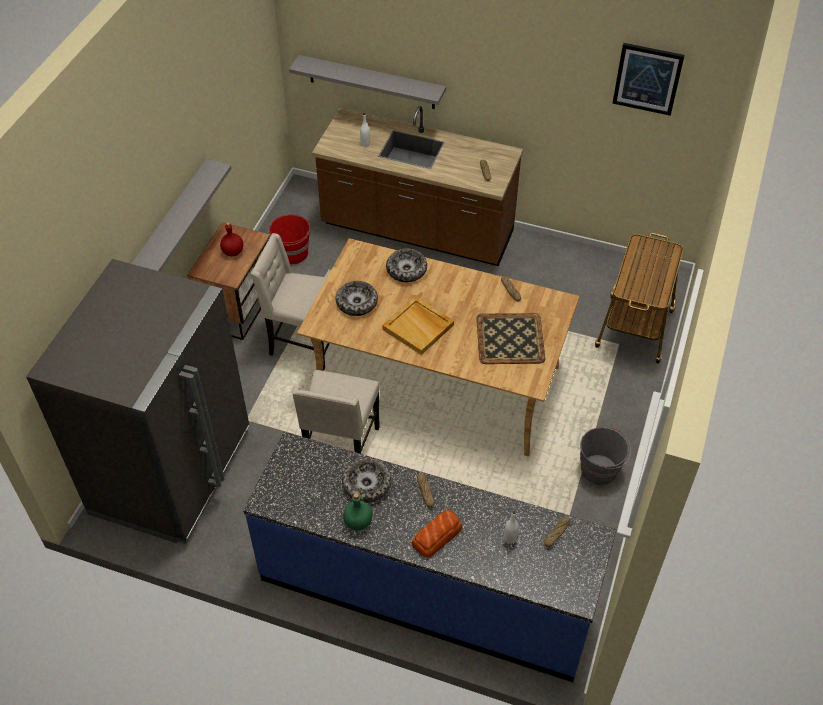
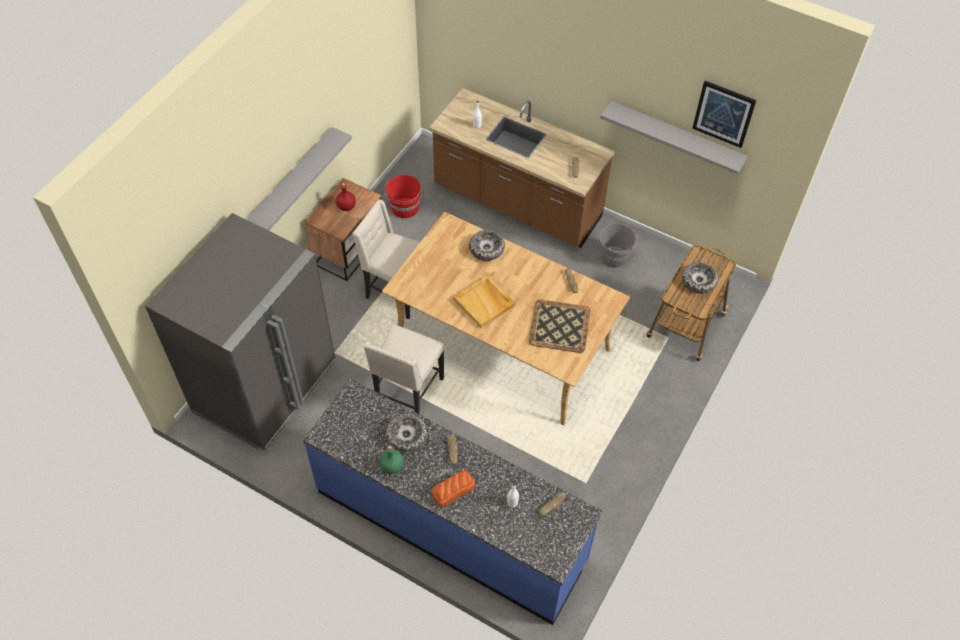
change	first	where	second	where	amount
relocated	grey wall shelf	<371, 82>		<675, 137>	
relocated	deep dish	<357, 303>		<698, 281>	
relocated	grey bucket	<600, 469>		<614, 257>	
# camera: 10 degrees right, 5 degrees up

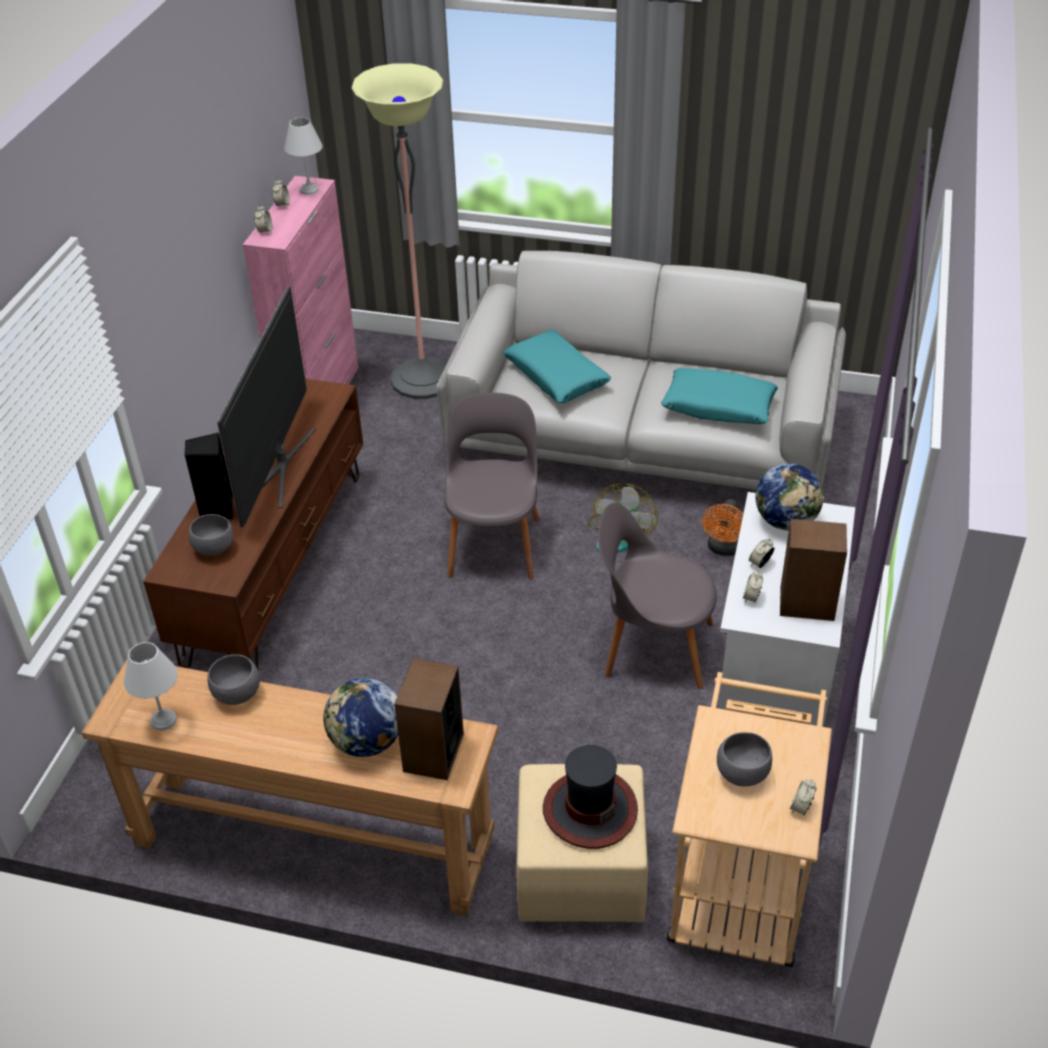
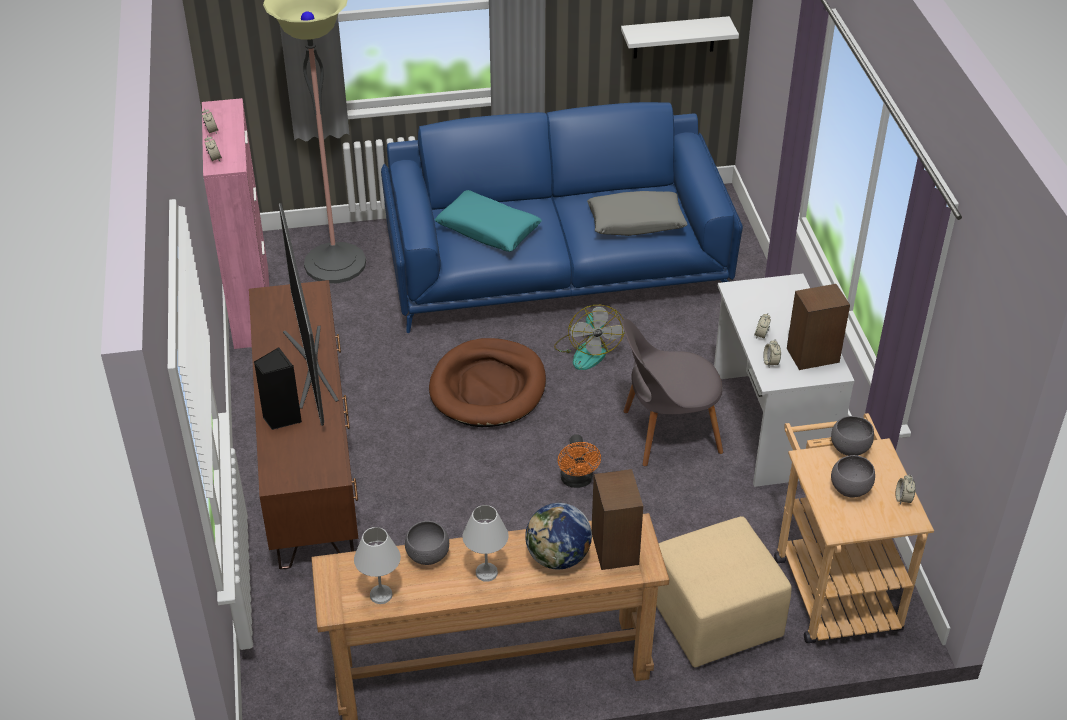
change	first	where	second	where	amount
relocated	grey deep dish	<214, 548>		<849, 448>	
relocated	white-coloured tabletop lamp	<308, 190>		<486, 573>	
colour	grey settee	<642, 439>	bluish settee	<557, 267>	
exchanged	grey chair	<494, 543>	brown pet bed	<488, 387>	
missing	wearable hat	<589, 809>			
colour	turquoise-coloured throw pillow	<718, 406>	grey throw pillow	<636, 222>	
relocated	orange-coloured fan	<723, 549>		<577, 481>	
missing	desk globe	<786, 521>			
appeared			white-coloured wall shelf	<674, 37>	
# camera: 25 degrees left, 0 degrees up

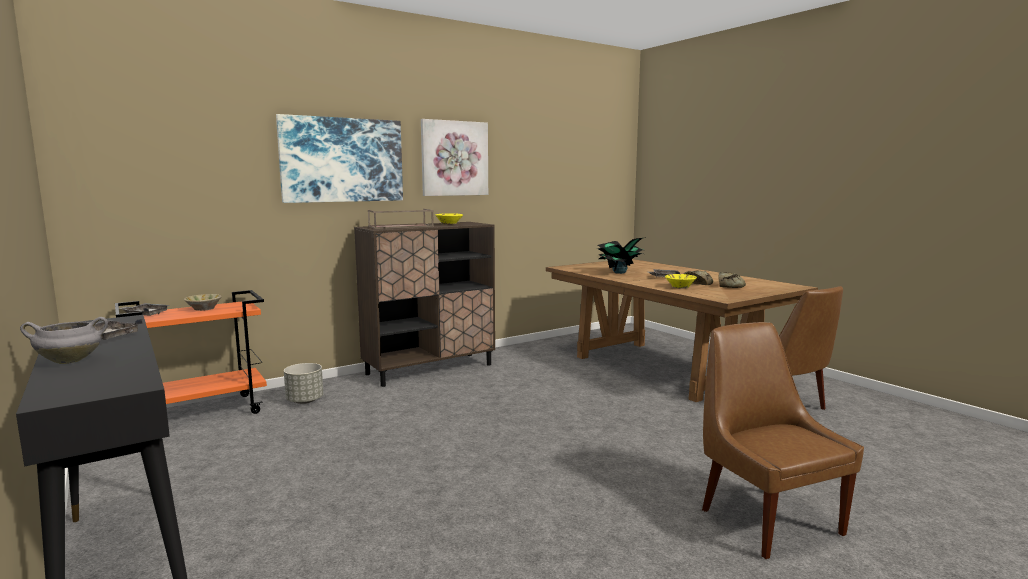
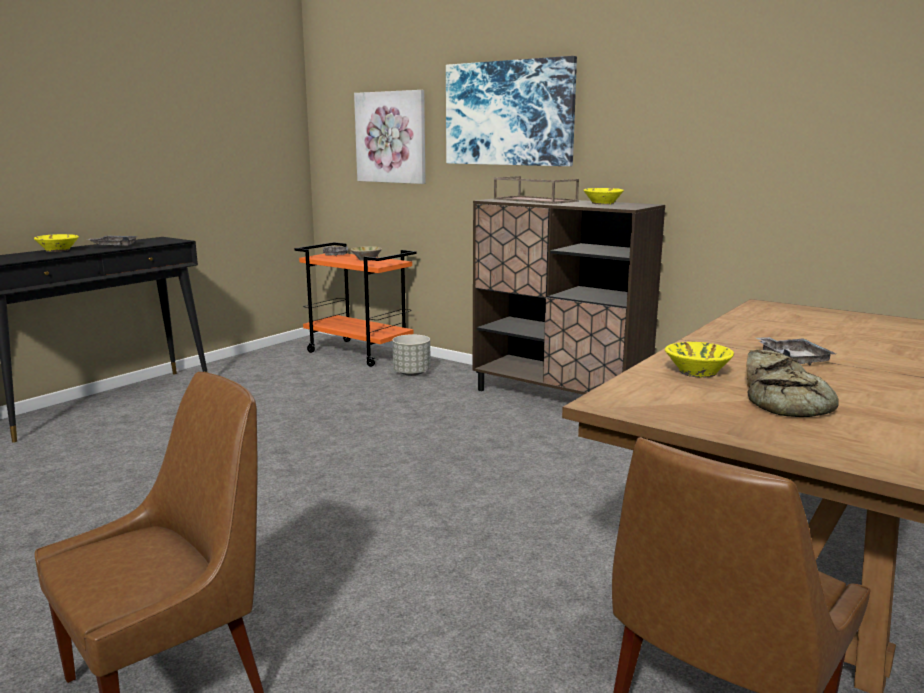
change	first	where	second	where	amount
exchanged	grey cooking pot	<71, 361>	yellow deep dish	<58, 250>	
relocated	picture	<454, 158>		<391, 137>	
missing	plant in a pot	<619, 272>			
# camera: 70 degrees right, 5 degrees up

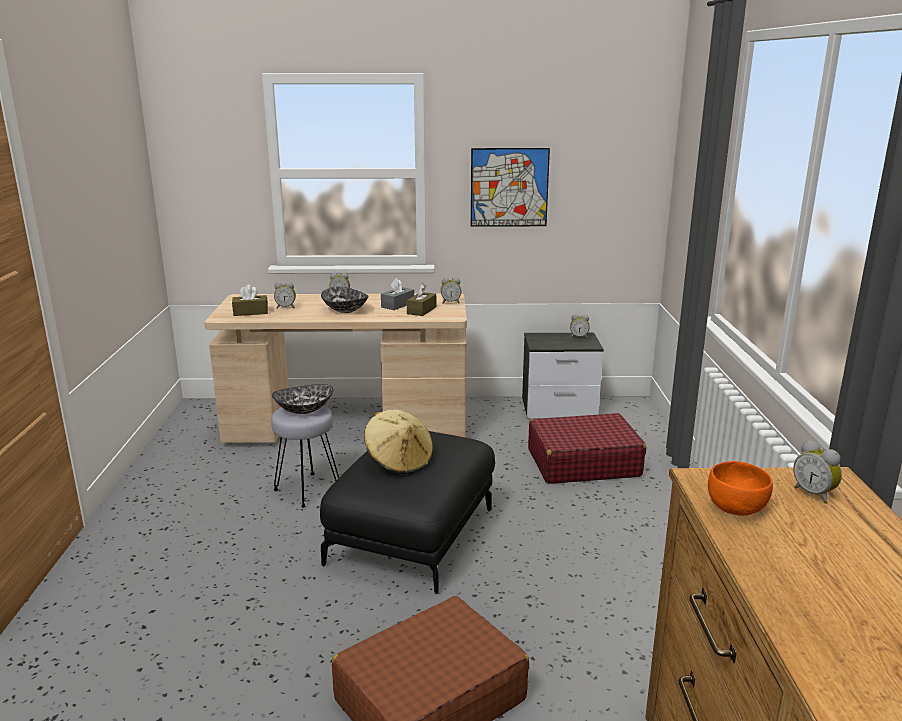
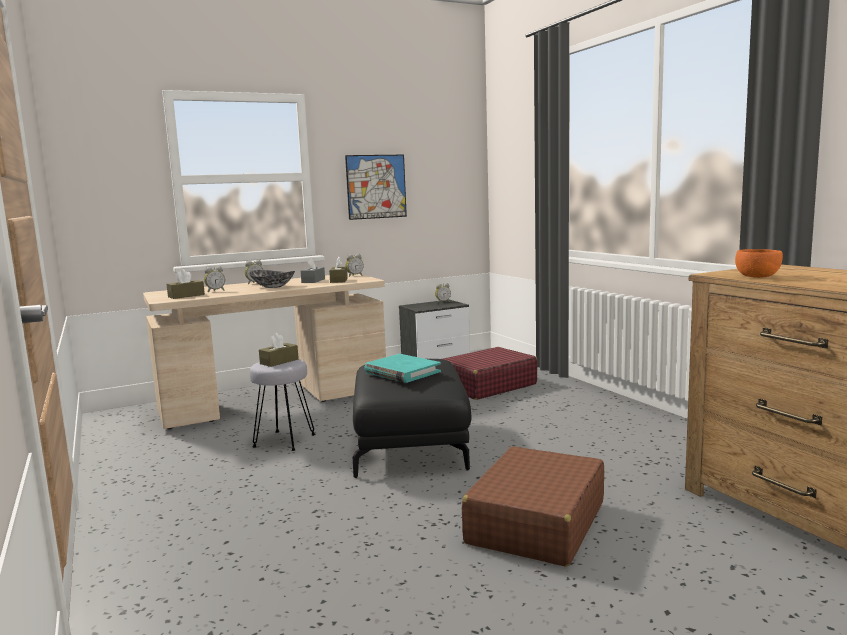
change	first	where	second	where	amount
exchanged	deep dish	<304, 410>	brown box of tissues	<279, 361>	
exchanged	beige wearable hat	<399, 461>	turquoise-coloured book	<402, 372>	
missing	alarm clock	<814, 494>			
# camera: 25 degrees left, 10 degrees down

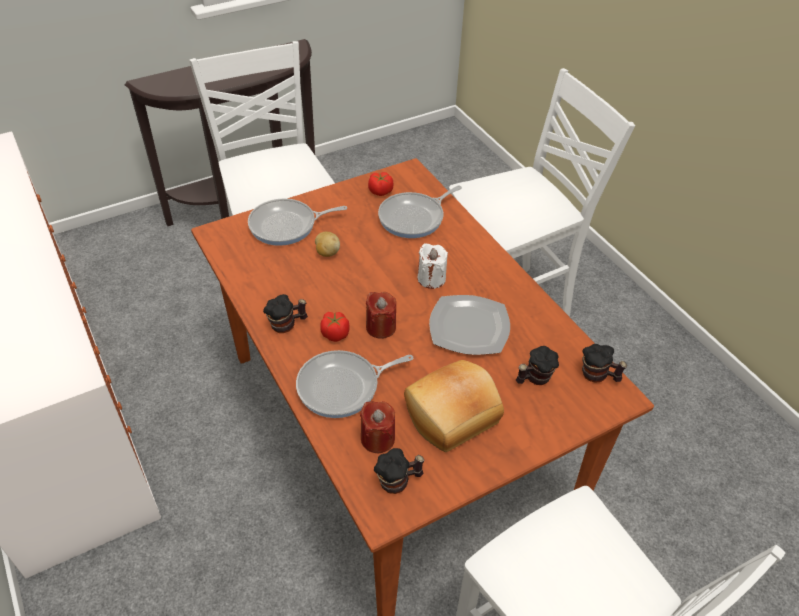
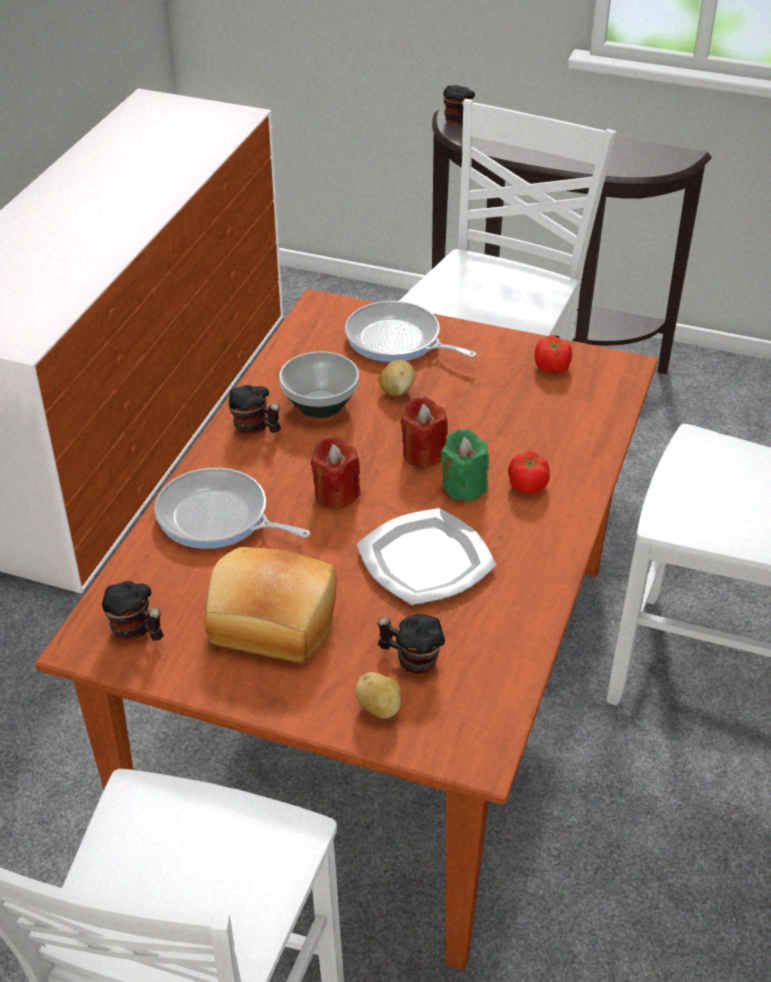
change	first	where	second	where	amount
relocated	whole tomato	<335, 334>		<527, 485>	
relocated	reddish wax light	<377, 439>		<423, 453>	
missing	frying pan	<414, 218>			
colour	white-coloured wax light	<431, 278>	green-coloured wax light	<463, 487>	
relocated	mug	<598, 376>		<458, 122>	
appeared			deep dish	<320, 404>	
appeared			potato	<379, 709>	
# camera: 50 degrees right, 5 degrees down

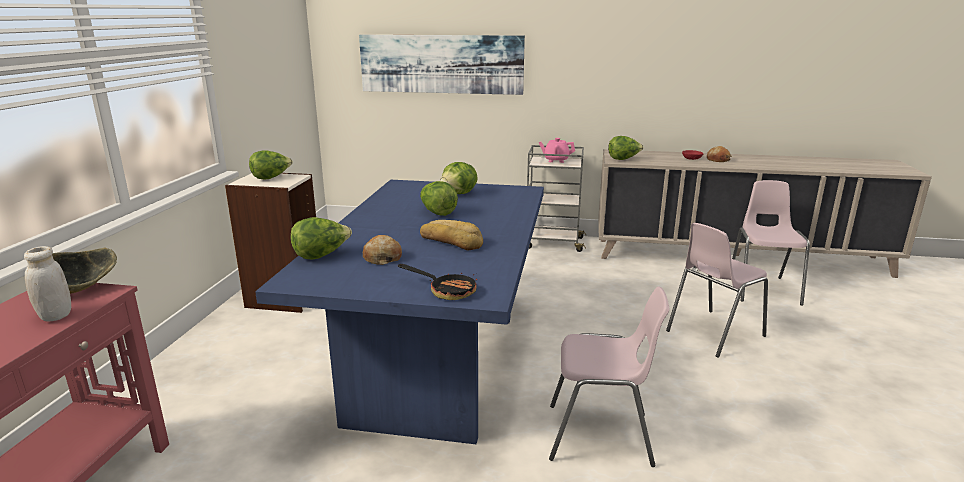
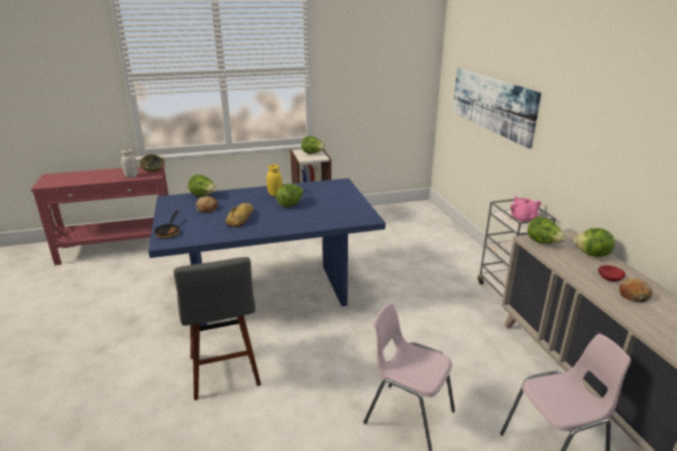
change	first	where	second	where	amount
relocated	head of lettuce	<459, 194>		<592, 255>	
exchanged	pink chair	<600, 436>	grey stool seat	<225, 373>	
appeared			yellow preserve jar	<275, 194>	
# camera: 65 degrees right, 5 degrees up

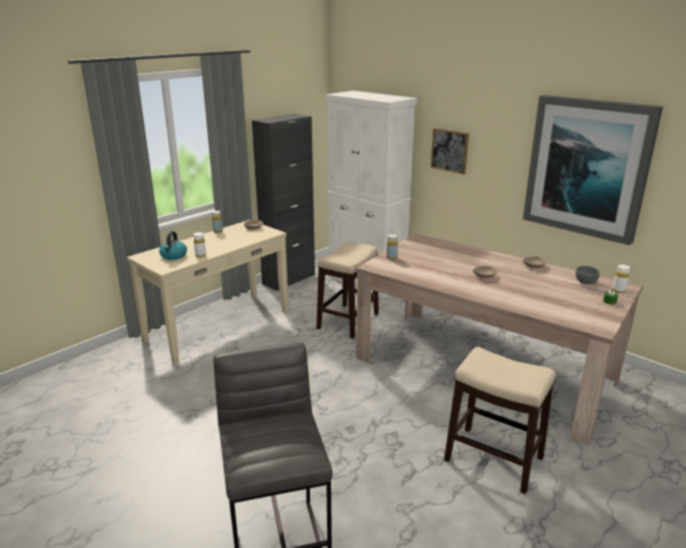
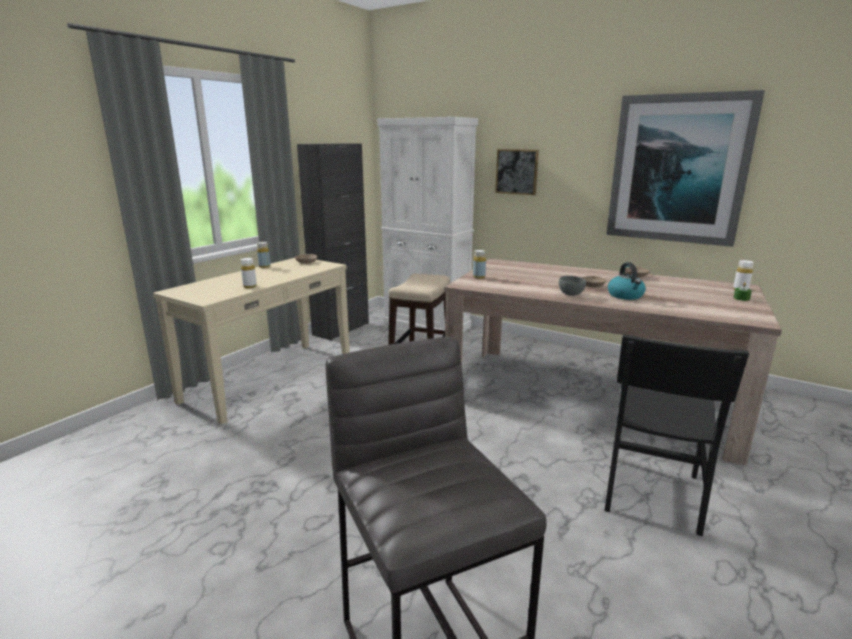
change	first	where	second	where	amount
relocated	tea kettle	<173, 256>		<626, 296>	
exchanged	stool seat	<492, 458>	black-coloured chair	<652, 492>	
relocated	grey deep dish	<585, 282>		<570, 294>	
# camera: 10 degrees left, 5 degrees down

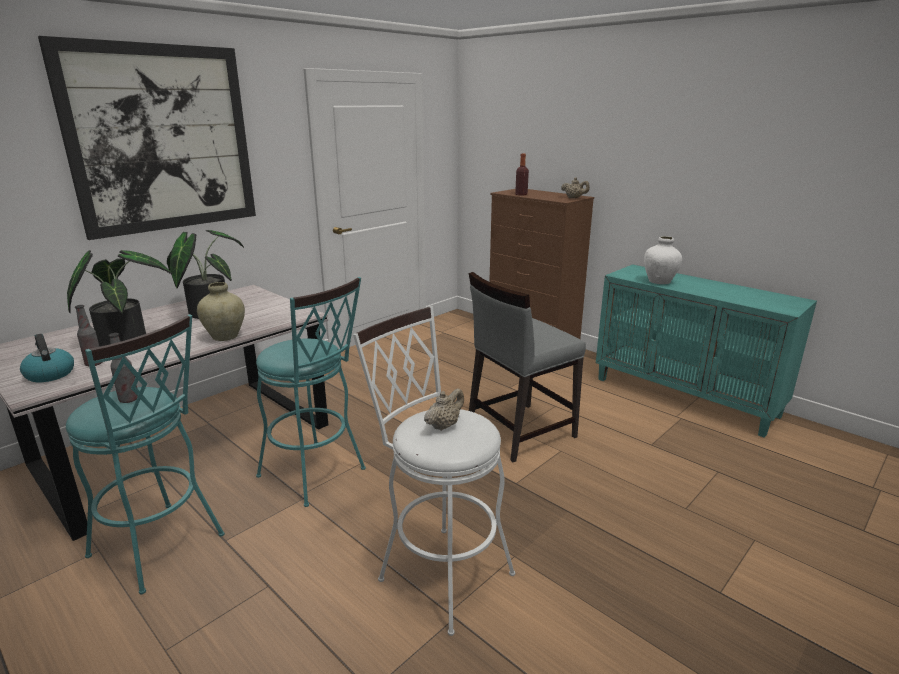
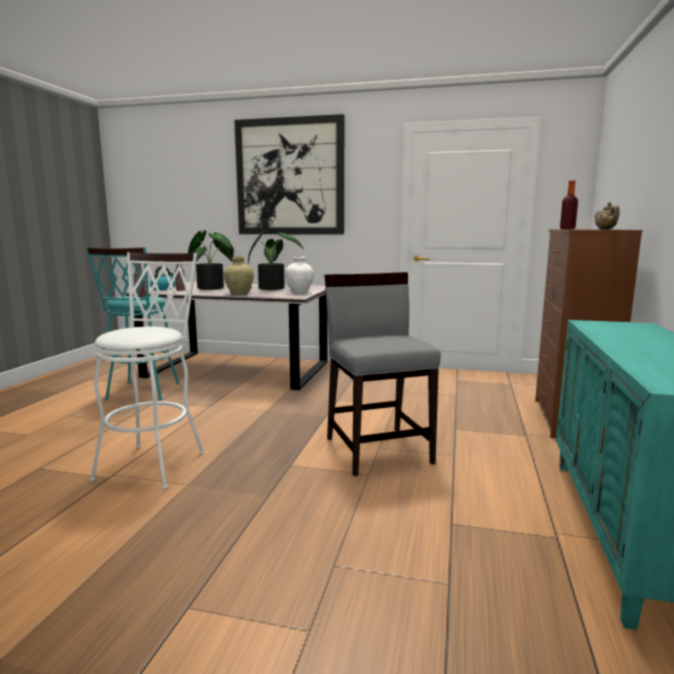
change	first	where	second	where	amount
missing	turquoise-coloured stool seat	<317, 476>			
missing	beige pot for tea	<444, 425>			
spun	grey chair	<519, 431>		<378, 449>	45 degrees clockwise
relocated	white-coloured flower vase	<659, 282>		<299, 292>	
# camera: 60 degrees right, 10 degrees down

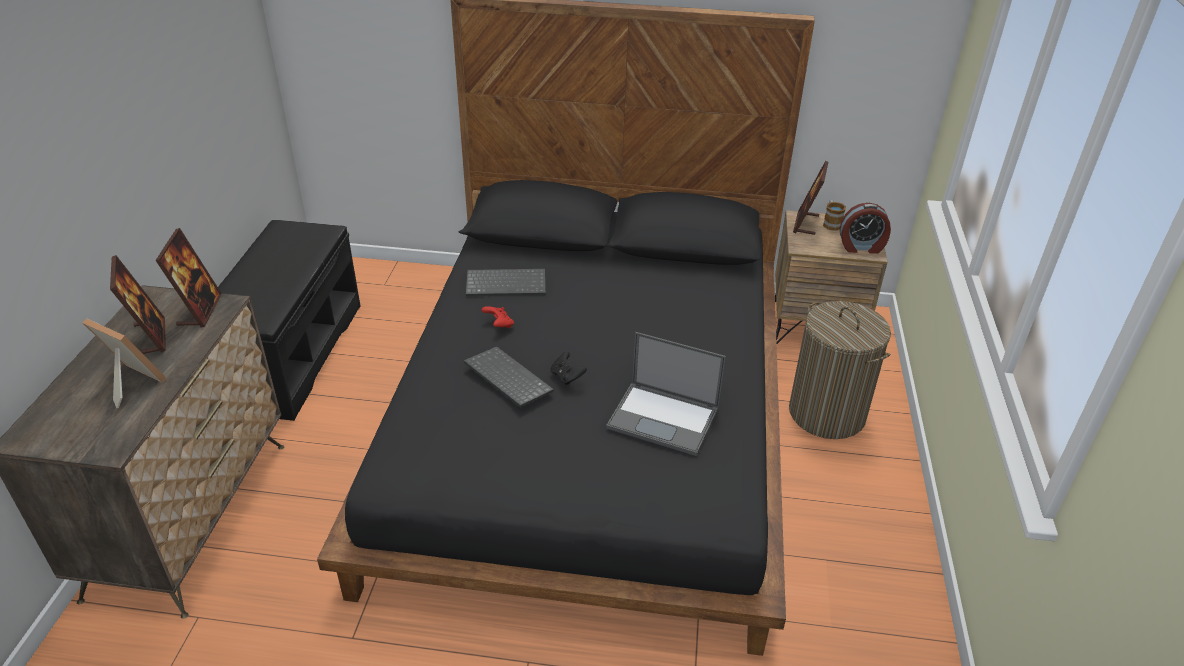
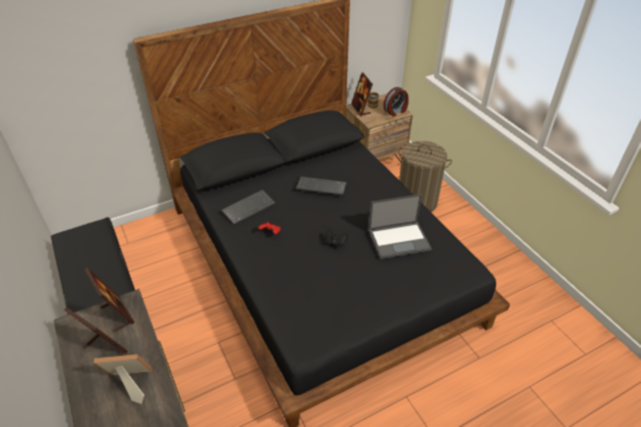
change	first	where	second	where	amount
relocated	computer keyboard	<505, 378>		<320, 187>	
# camera: 35 degrees left, 5 degrees up

